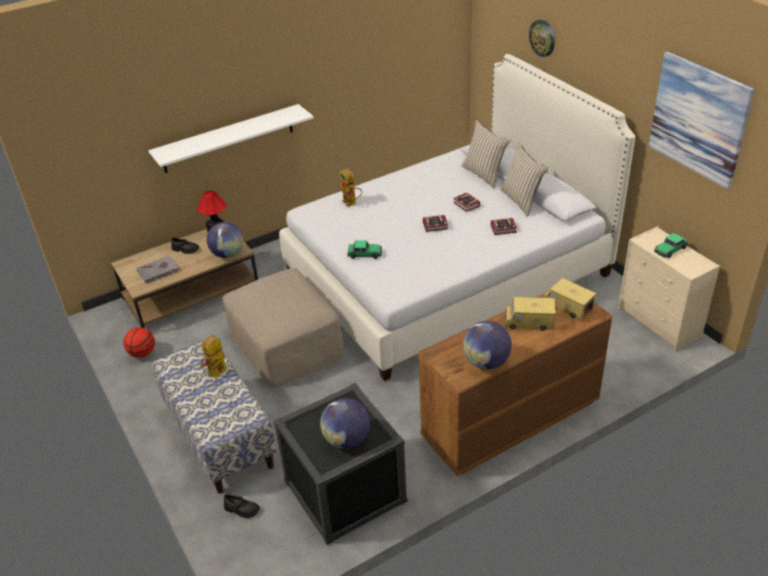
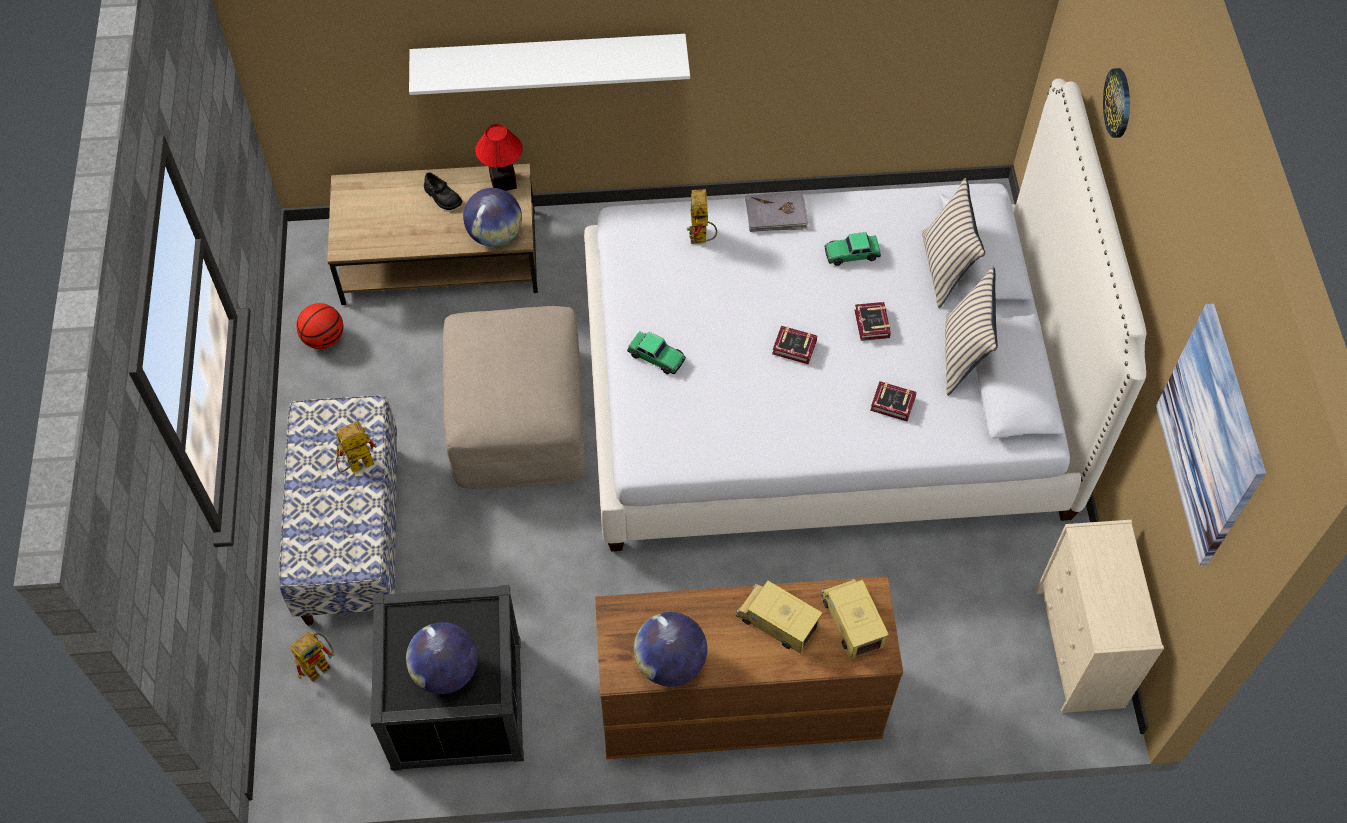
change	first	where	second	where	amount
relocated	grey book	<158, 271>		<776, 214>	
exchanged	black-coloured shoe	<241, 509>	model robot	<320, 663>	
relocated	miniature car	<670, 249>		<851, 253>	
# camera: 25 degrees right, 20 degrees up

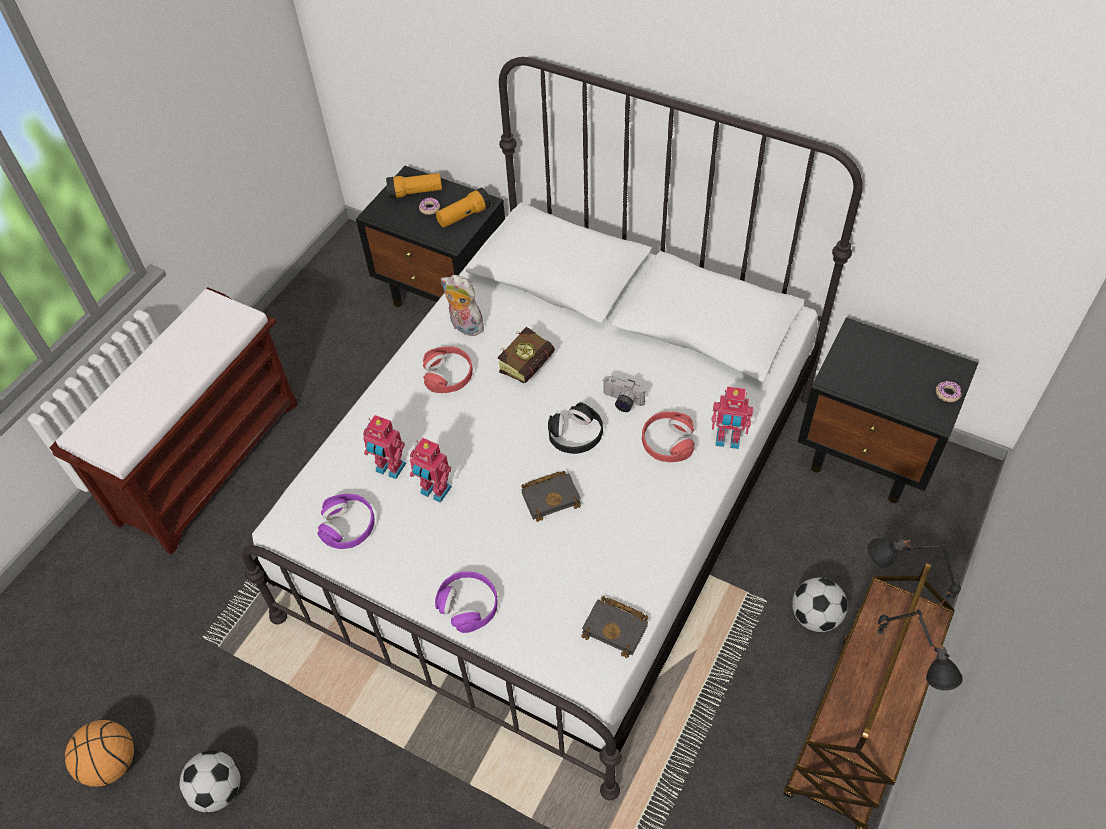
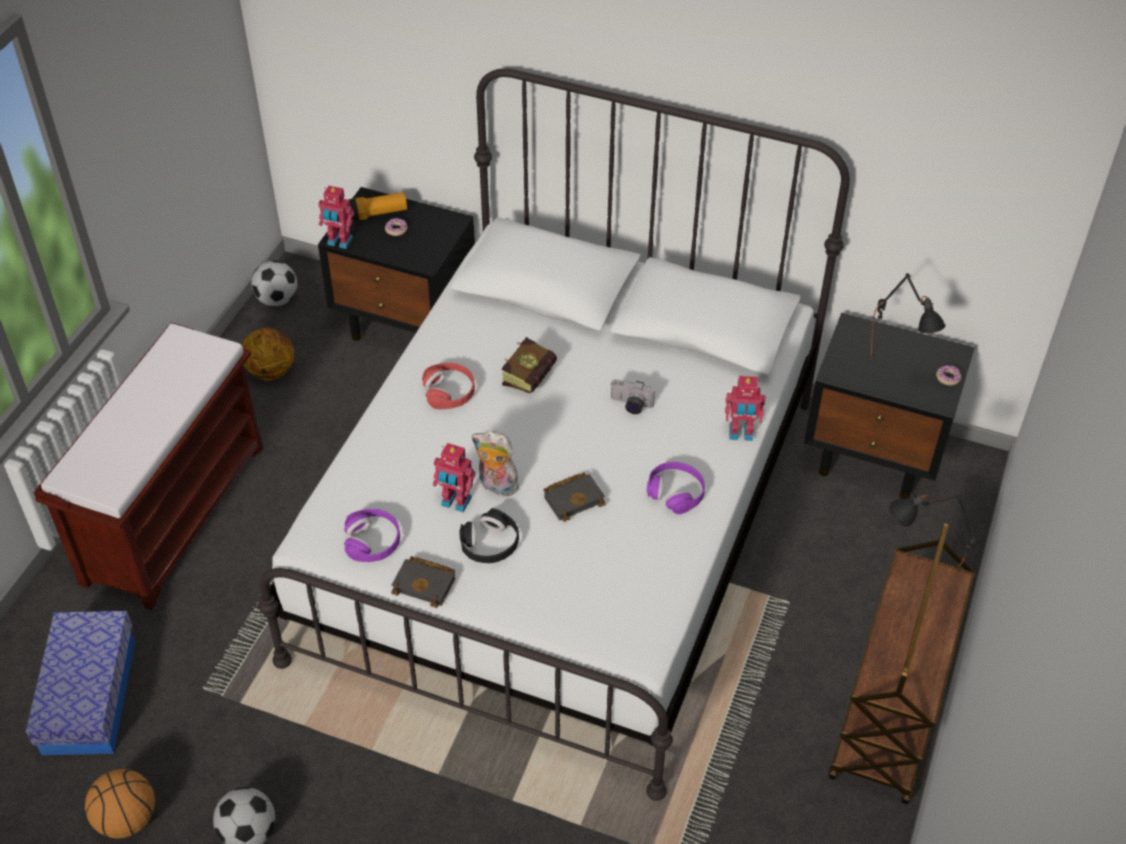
change	first	where	second	where	amount
relocated	model robot	<390, 469>		<339, 242>	
relocated	purple headset	<468, 605>		<675, 492>	
missing	torch	<464, 216>			
relocated	soft toy	<464, 326>		<496, 486>	
relocated	black-coloured headset	<575, 435>		<490, 544>	
relocated	black-coloured book	<617, 628>		<426, 584>	
missing	reddish headset	<667, 442>			
relocated	football ball	<815, 616>		<277, 299>	
relocated	black-coloured tabletop lamp	<895, 690>		<896, 371>	
appeared			storage container	<89, 696>	
appeared			ball for basketball	<271, 371>	
# camera: 10 degrees left, 5 degrees down

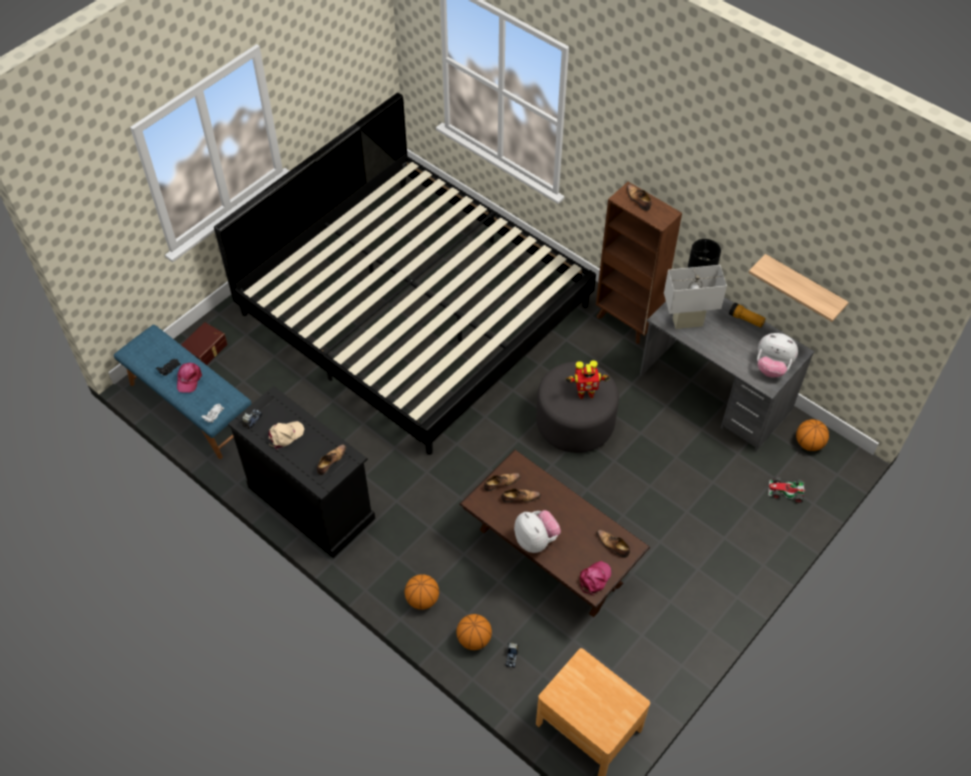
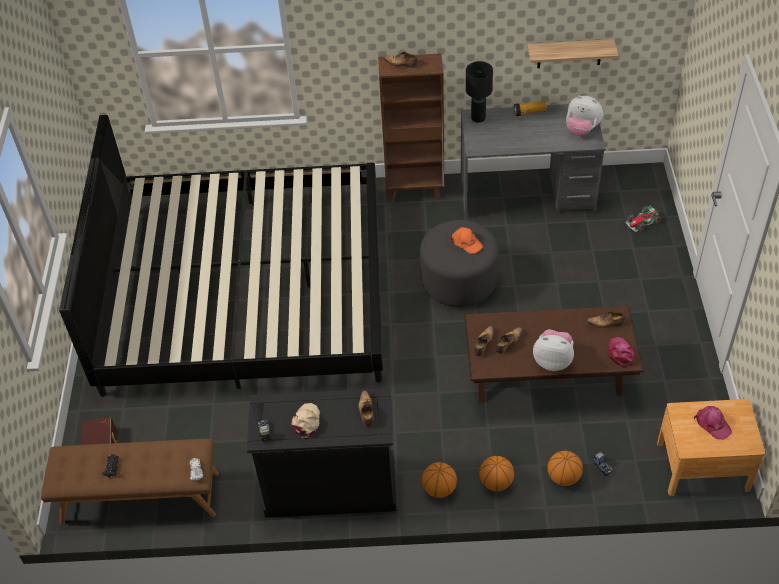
change	first	where	second	where	amount
colour	bluish indoor bench	<190, 407>	brown indoor bench	<140, 498>	
relocated	pink baseball cap	<189, 378>		<712, 424>	
exchanged	model robot	<585, 393>	orange-coloured baseball cap	<466, 242>	
missing	white-coloured tabletop lamp	<687, 322>			
spun	soft toy	<772, 367>		<581, 130>	45 degrees clockwise
relocated	ball for basketball	<809, 443>		<439, 489>	
# camera: 40 degrees left, 5 degrees down

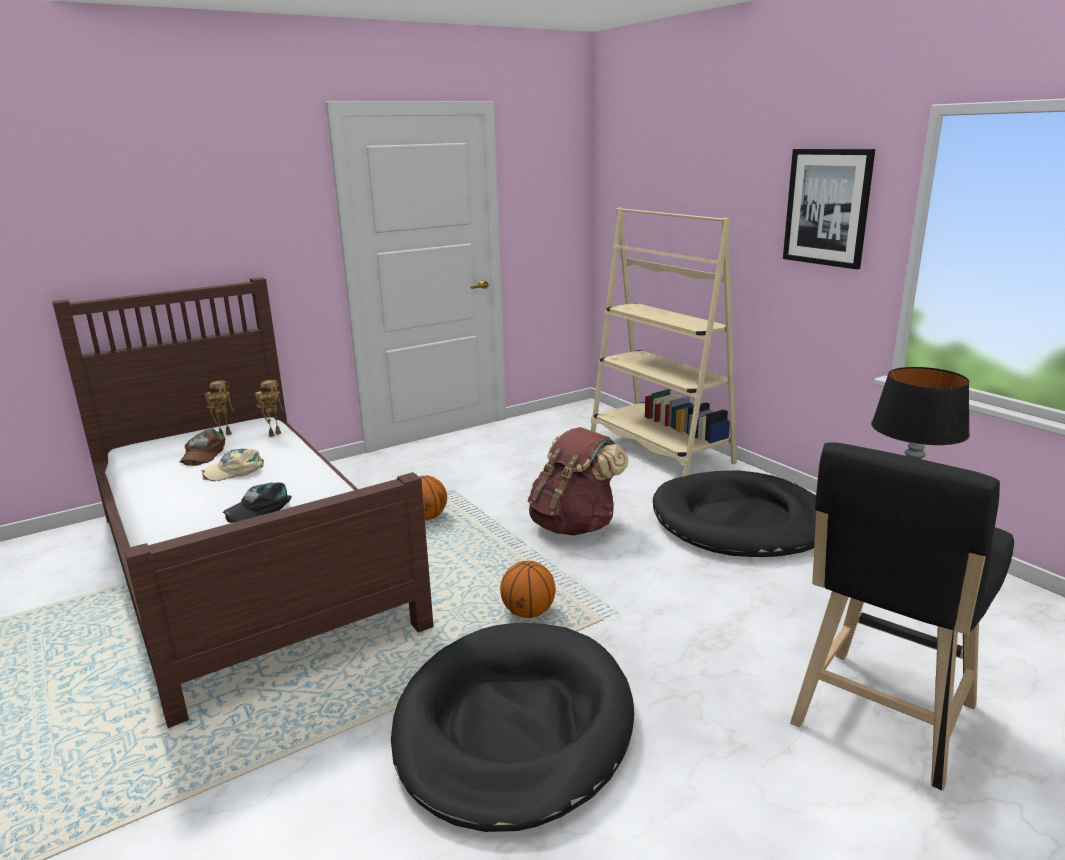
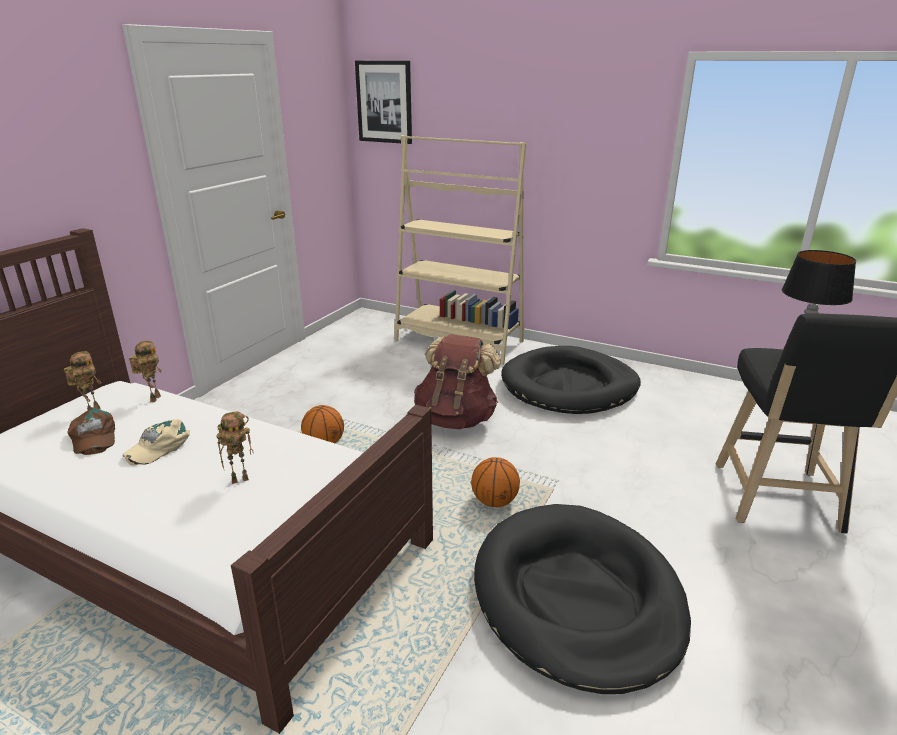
change	first	where	second	where	amount
exchanged	black-coloured baseball cap	<260, 508>	model robot	<241, 479>	
relocated	picture	<827, 207>		<384, 102>	
# camera: 30 degrees left, 5 degrees up

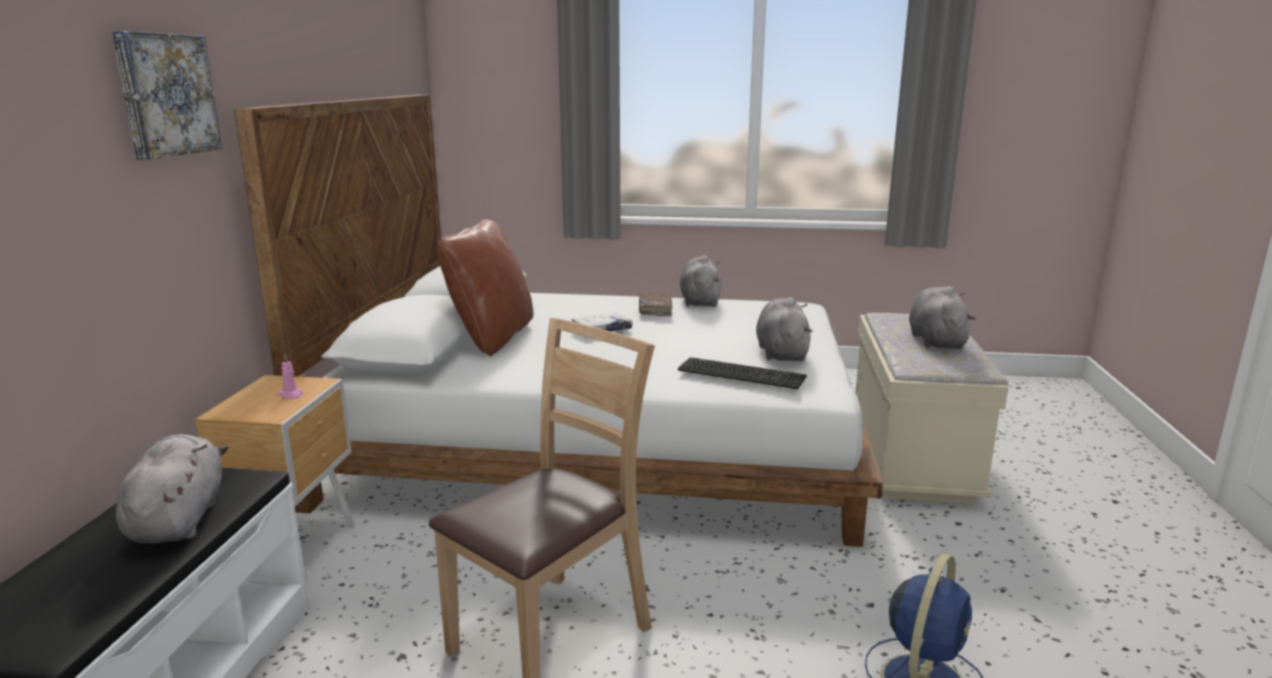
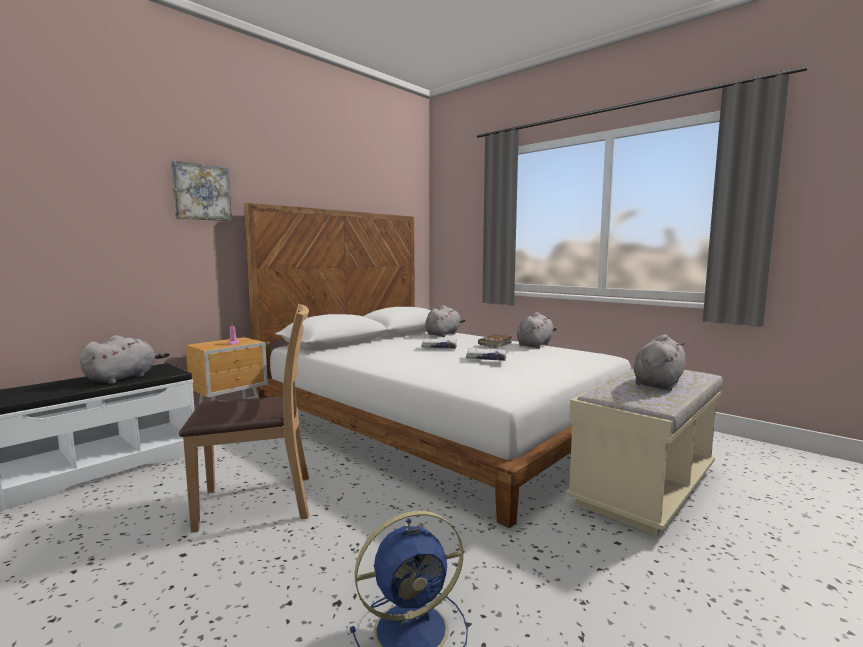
change	first	where	second	where	amount
missing	brown throw pillow	<492, 338>			
missing	computer keyboard	<740, 372>			
relocated	grey soft toy	<781, 353>		<443, 334>	
appeared			white-coloured book	<486, 359>	
# camera: 35 degrees right, 10 degrees down

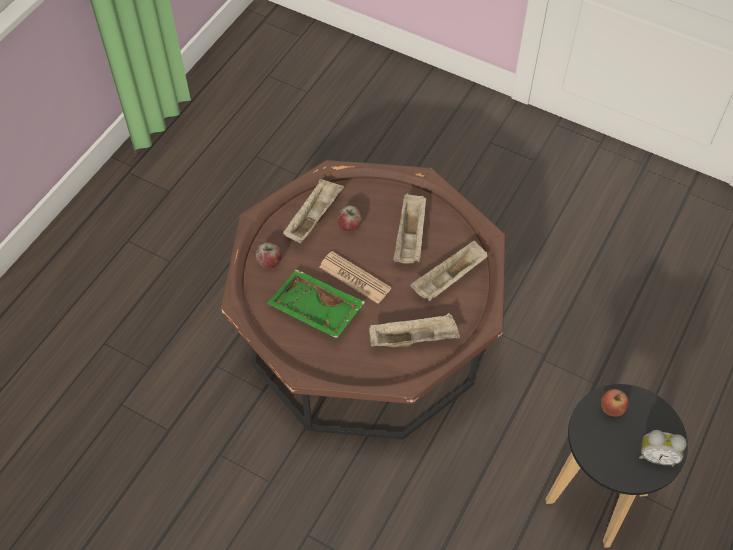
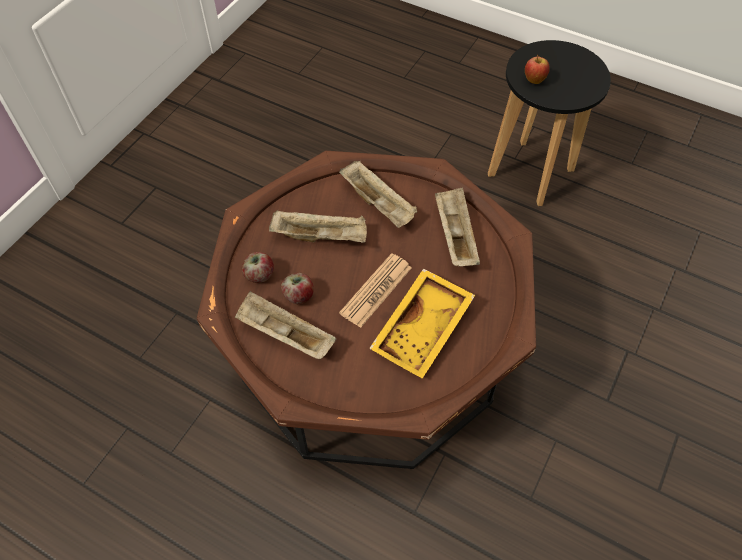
change	first	where	second	where	amount
relocated	apple fruit	<269, 262>		<259, 275>	
colour	green-coloured carrying tray	<315, 311>	yellow carrying tray	<423, 330>	
missing	alarm clock	<656, 456>			
# camera: 90 degrees left, 0 degrees up

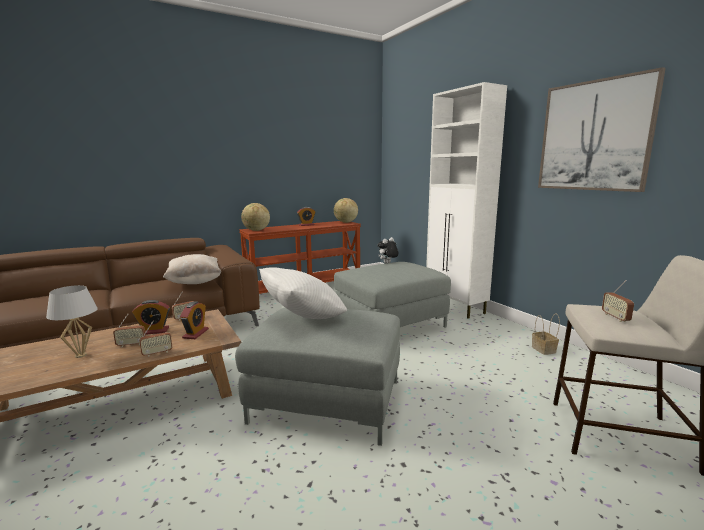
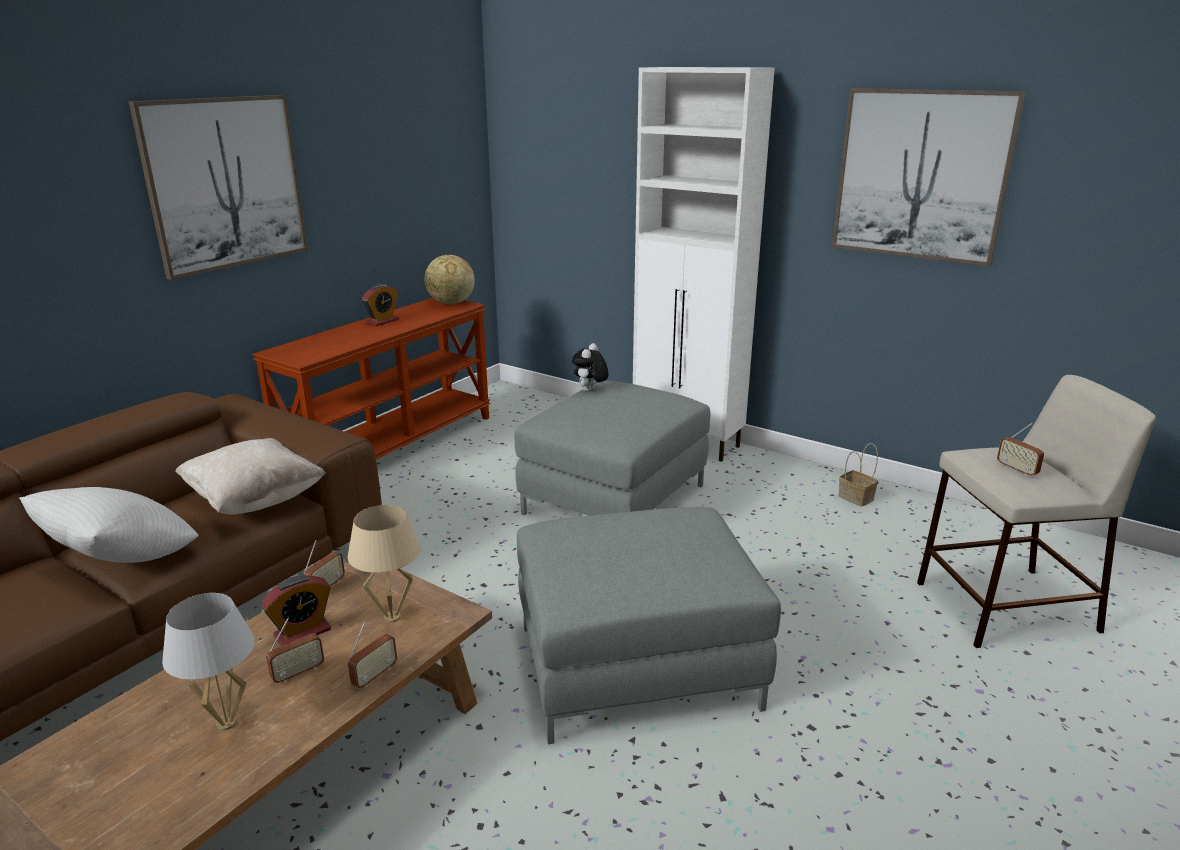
change	first	where	second	where	amount
exchanged	alarm clock	<195, 333>	beige tabletop lamp	<392, 617>	
missing	desk globe	<256, 230>			
relocated	white-coloured throw pillow	<303, 318>		<122, 561>	
appeared			picture	<225, 183>	
# camera: 25 degrees left, 10 degrees up

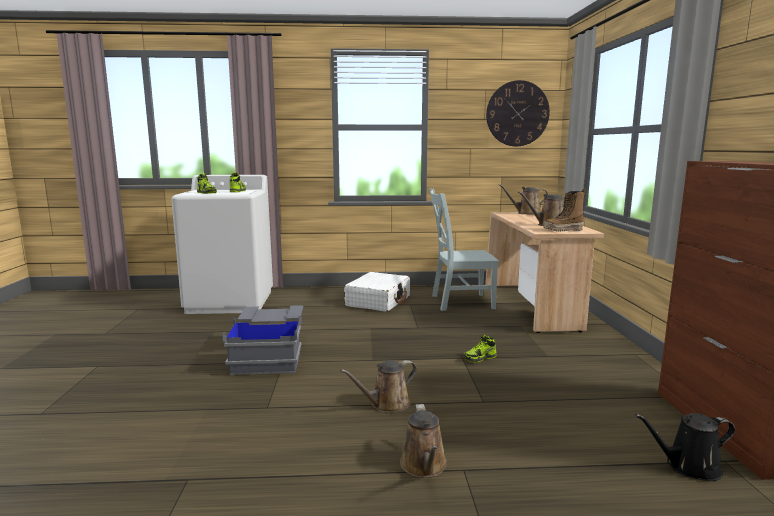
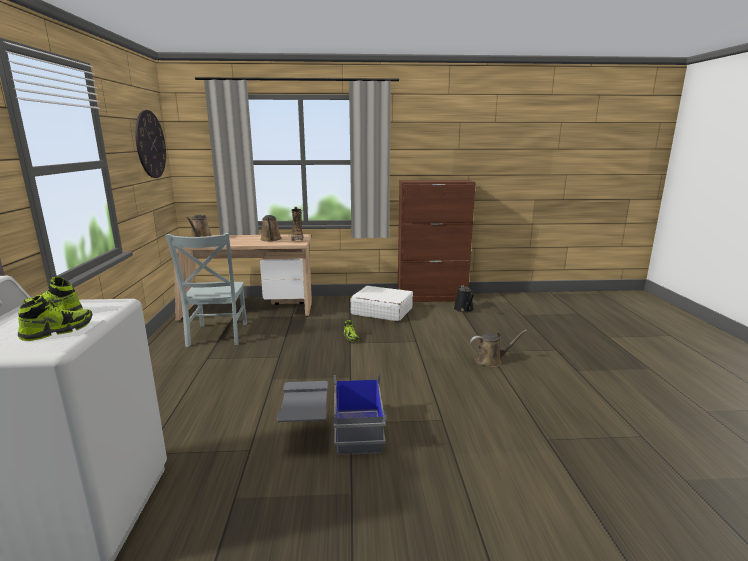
change	first	where	second	where	amount
missing	brown sprinkling can	<387, 404>			
relocated	white-coloured travel case	<378, 301>		<381, 311>	
# camera: 90 degrees left, 5 degrees up

